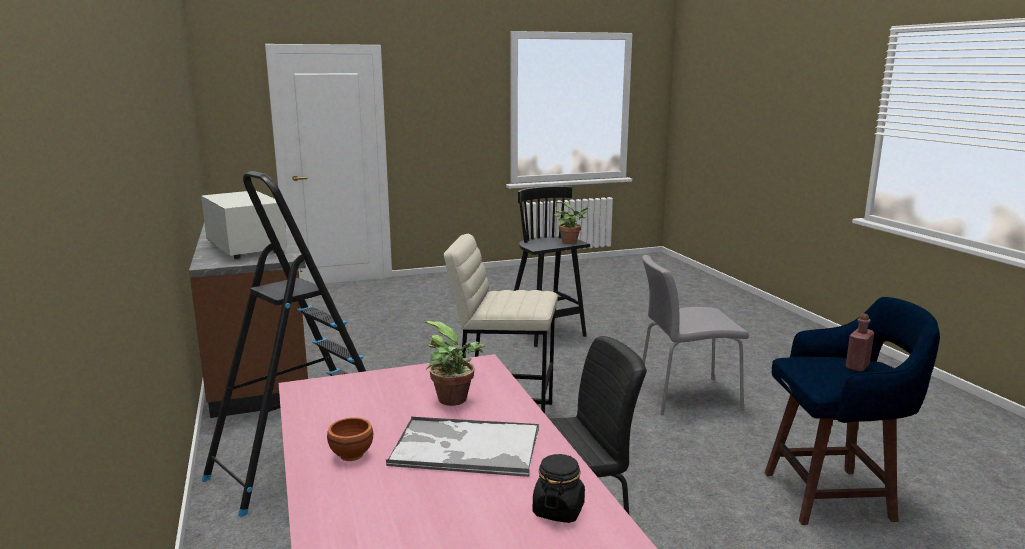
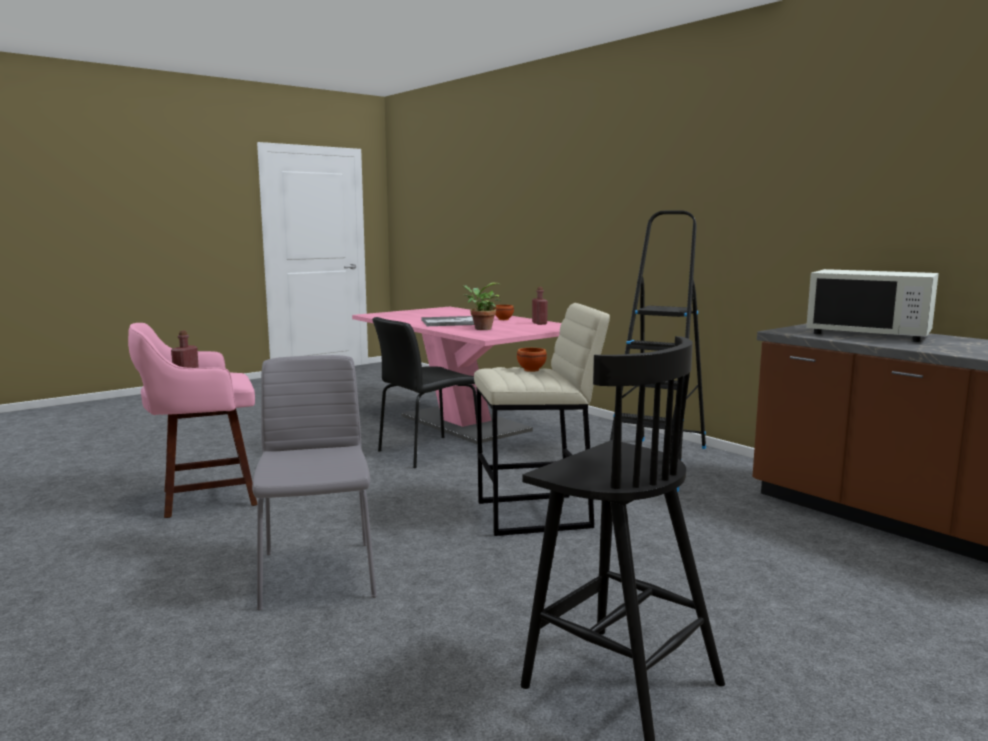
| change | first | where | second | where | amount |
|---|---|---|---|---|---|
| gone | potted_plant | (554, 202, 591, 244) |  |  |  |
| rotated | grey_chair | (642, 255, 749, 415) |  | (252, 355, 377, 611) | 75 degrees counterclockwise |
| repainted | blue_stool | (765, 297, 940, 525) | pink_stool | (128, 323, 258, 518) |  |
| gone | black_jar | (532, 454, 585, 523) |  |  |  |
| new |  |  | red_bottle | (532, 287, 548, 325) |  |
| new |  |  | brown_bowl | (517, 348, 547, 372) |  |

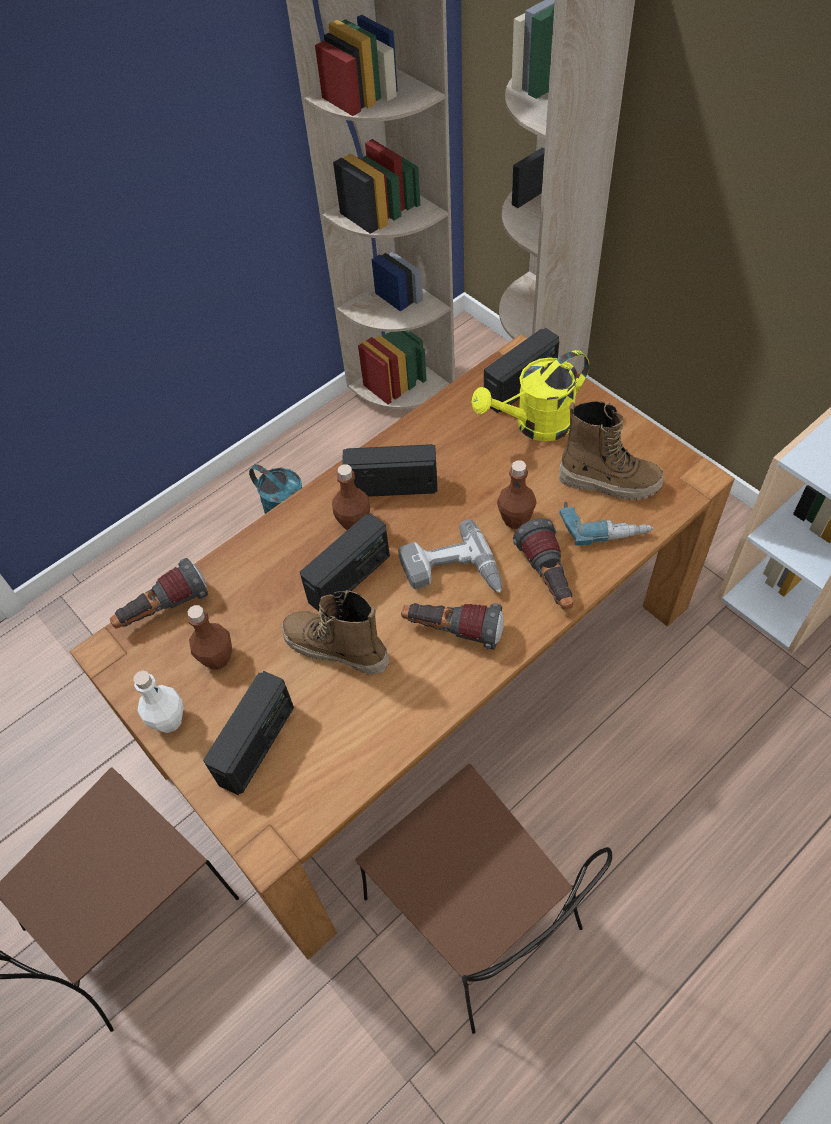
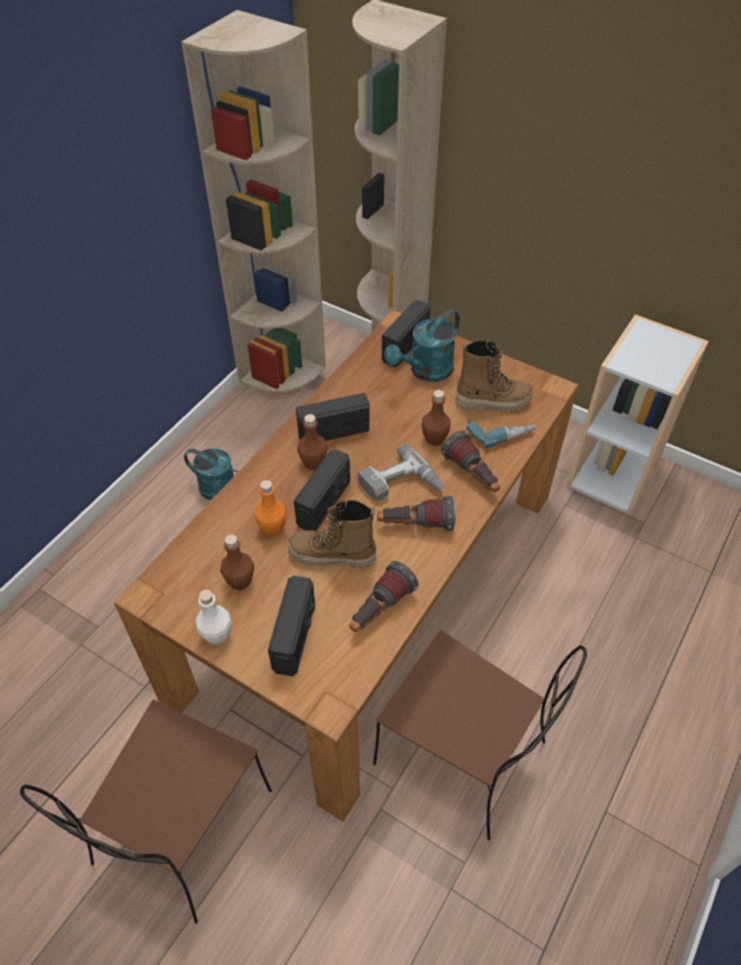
| change | first | where | second | where | amount |
|---|---|---|---|---|---|
| repainted | yellow_watering_can | (471, 350, 589, 442) | turquoise_watering_can | (384, 310, 460, 382) |  |
| shifted | flashlight | (110, 558, 208, 628) |  | (349, 561, 418, 632) |  |
| new |  |  | orange_bottle | (255, 480, 286, 536) |  |

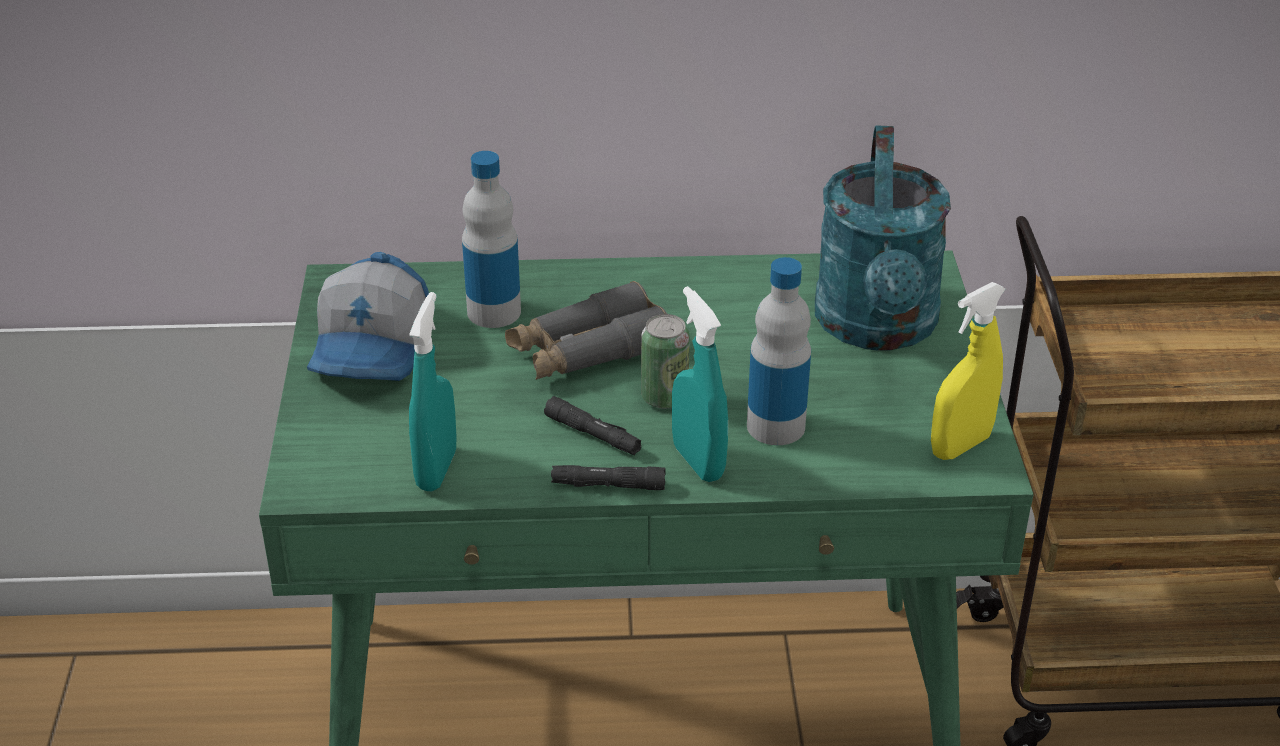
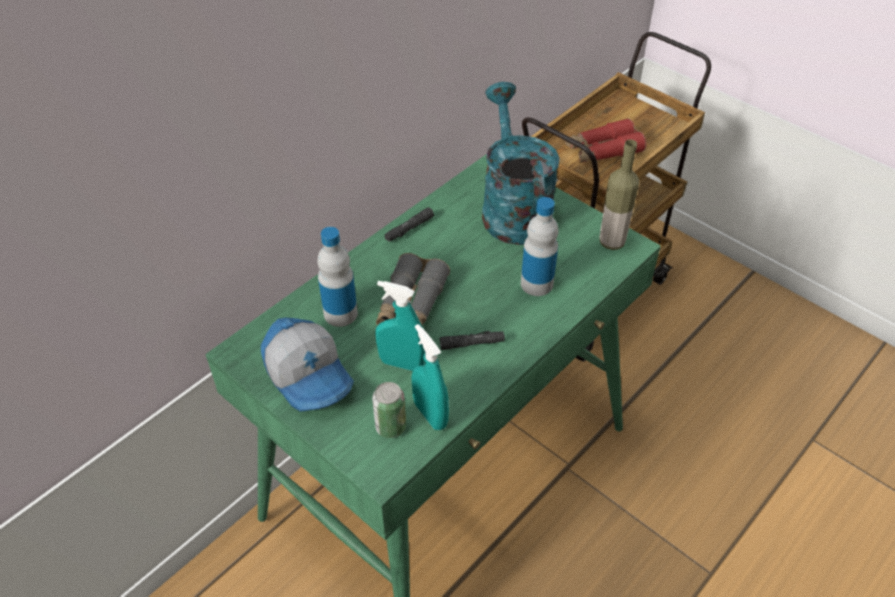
| change | first | where | second | where | amount |
|---|---|---|---|---|---|
| rotated | turquoise_watering_can | (815, 125, 951, 351) |  | (482, 82, 560, 245) | 150 degrees counterclockwise |
| swapped | yellow_spray_bottle | (931, 282, 1006, 460) | bottle | (599, 139, 639, 250) |  |
| shifted | turquoise_spray_bottle | (672, 286, 728, 482) |  | (375, 281, 425, 371) |  |
| shifted | can | (641, 314, 690, 409) |  | (372, 382, 406, 438) |  |
| shifted | black_flashlight | (551, 465, 666, 490) |  | (384, 207, 434, 242) |  |
| new |  |  | red_binoculars | (565, 118, 646, 163) |  |

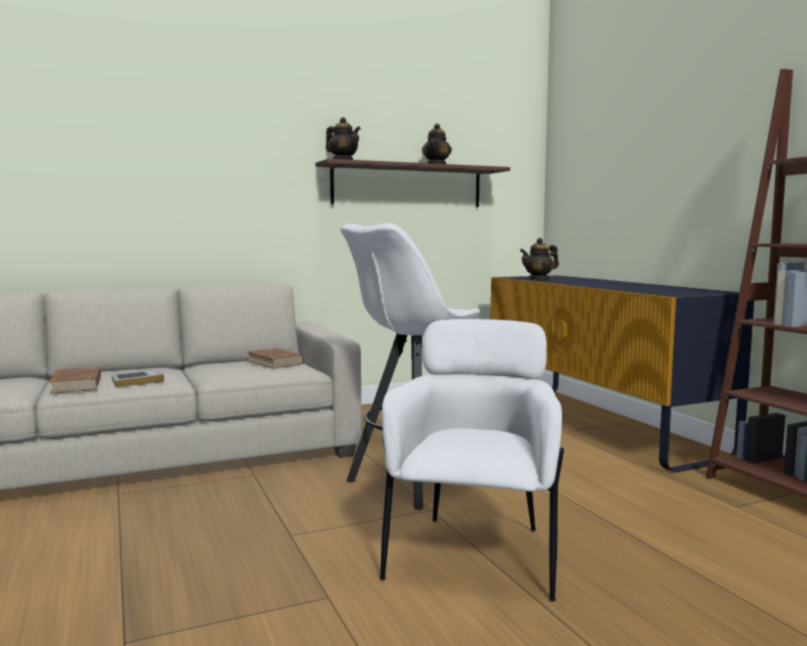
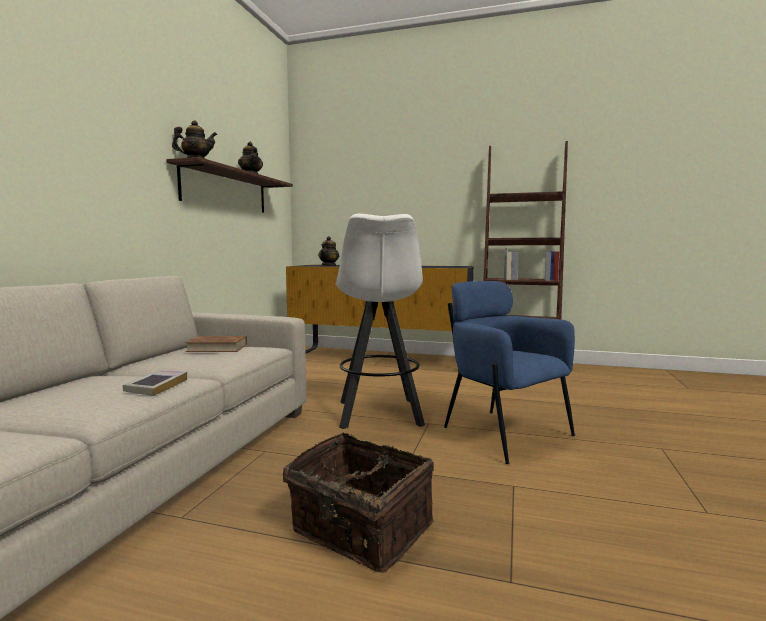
| change | first | where | second | where | amount |
|---|---|---|---|---|---|
| repainted | white_armchair | (379, 319, 564, 601) | blue_armchair | (444, 281, 575, 464) |  |
| gone | brown_book | (49, 367, 101, 393) |  |  |  |
| new |  |  | basket | (283, 433, 434, 573) |  |

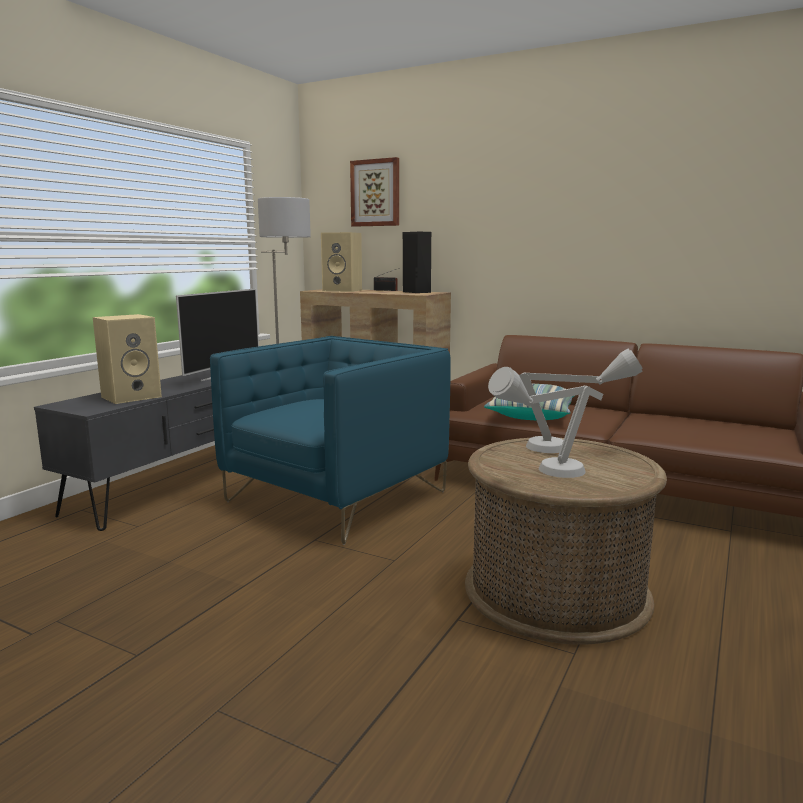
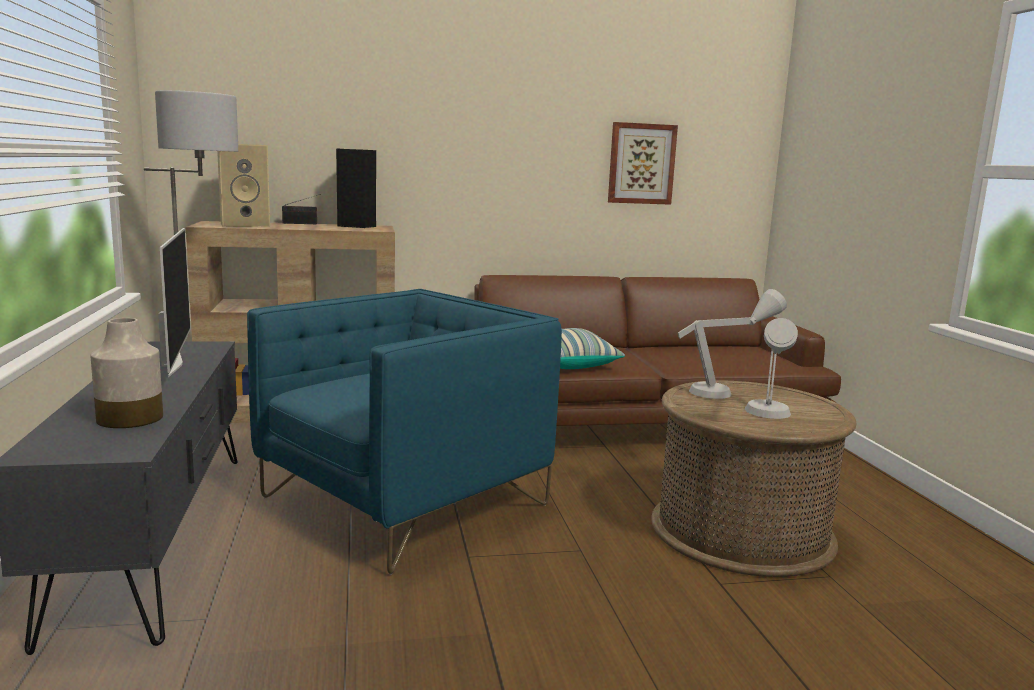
| change | first | where | second | where | amount |
|---|---|---|---|---|---|
| shifted | picture | (350, 157, 399, 227) |  | (608, 122, 678, 205) |  |
| swapped | beige_speaker | (93, 314, 162, 404) | beige_vase | (90, 318, 163, 428) |  |
| rotated | blue_armchair | (210, 336, 451, 545) |  | (247, 289, 562, 575) | 45 degrees clockwise |

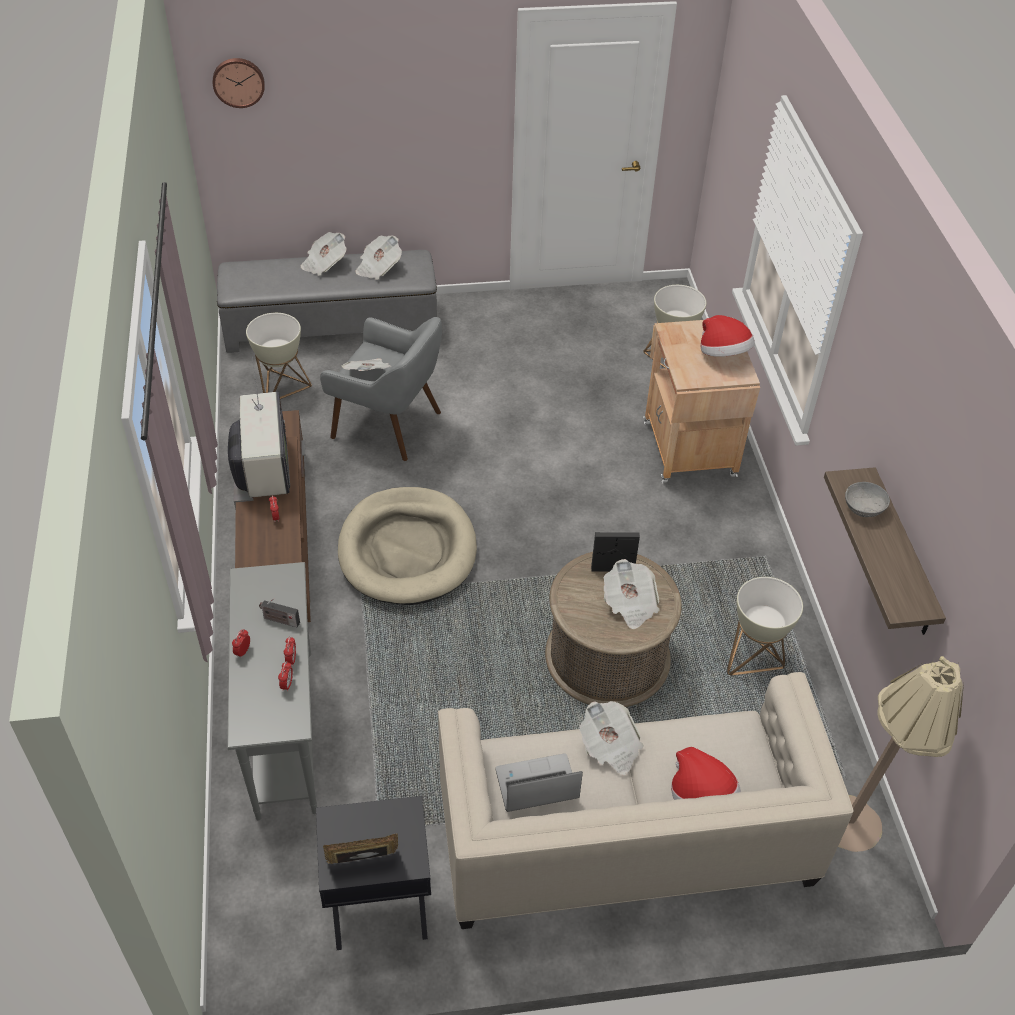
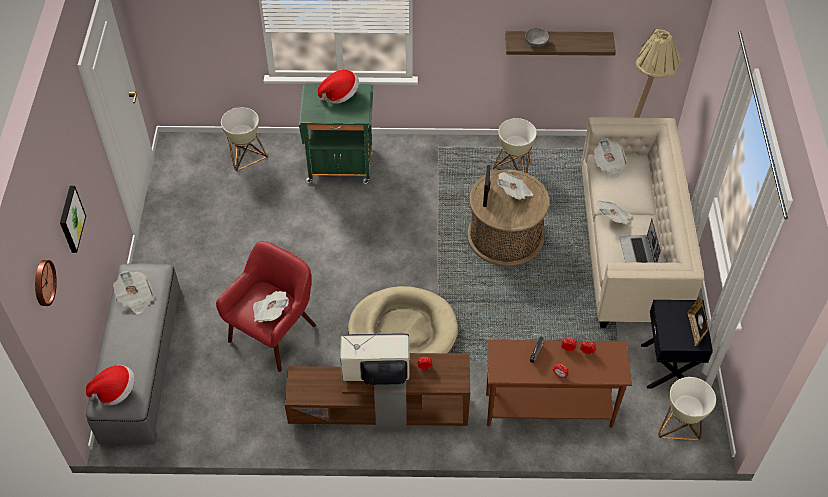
| change | first | where | second | where | amount |
|---|---|---|---|---|---|
| shifted | newspaper | (301, 232, 346, 276) |  | (594, 139, 628, 179) |  |
| shifted | planter | (246, 313, 312, 399) |  | (658, 377, 716, 440) |  |
| repainted | grey_armchair | (320, 317, 442, 461) | red_armchair | (216, 241, 316, 372) |  |
| repainted | brown_cart | (643, 320, 760, 483) | green_cart | (299, 83, 373, 184) |  |
| repainted | grey_console_table | (227, 562, 317, 820) | brown_console_table | (486, 340, 632, 428) |  |
| shifted | hat | (671, 747, 741, 800) |  | (86, 365, 135, 406) |  |
| new |  |  | picture | (60, 186, 86, 253) |  |

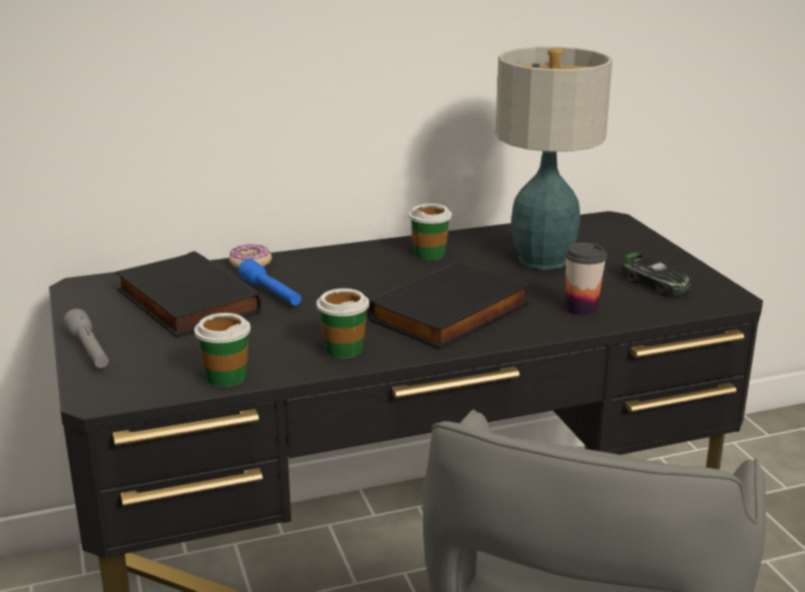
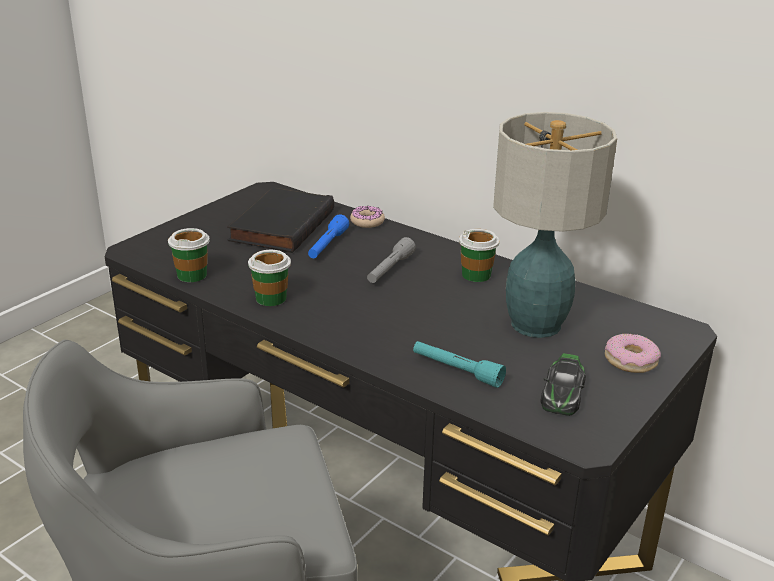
| change | first | where | second | where | amount |
|---|---|---|---|---|---|
| swapped | cup | (565, 242, 607, 316) | turquoise_flashlight | (413, 341, 506, 388) |  |
| gone | black_book | (368, 260, 530, 349) |  |  |  |
| shifted | grey_flashlight | (63, 309, 109, 368) |  | (367, 237, 416, 283) |  |
| new |  |  | donut | (605, 334, 661, 373) |  |

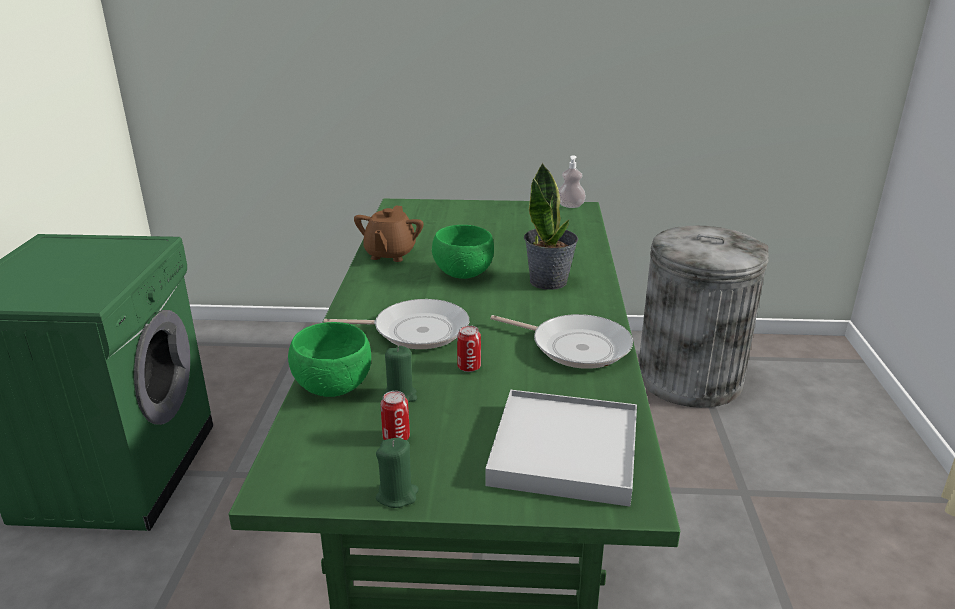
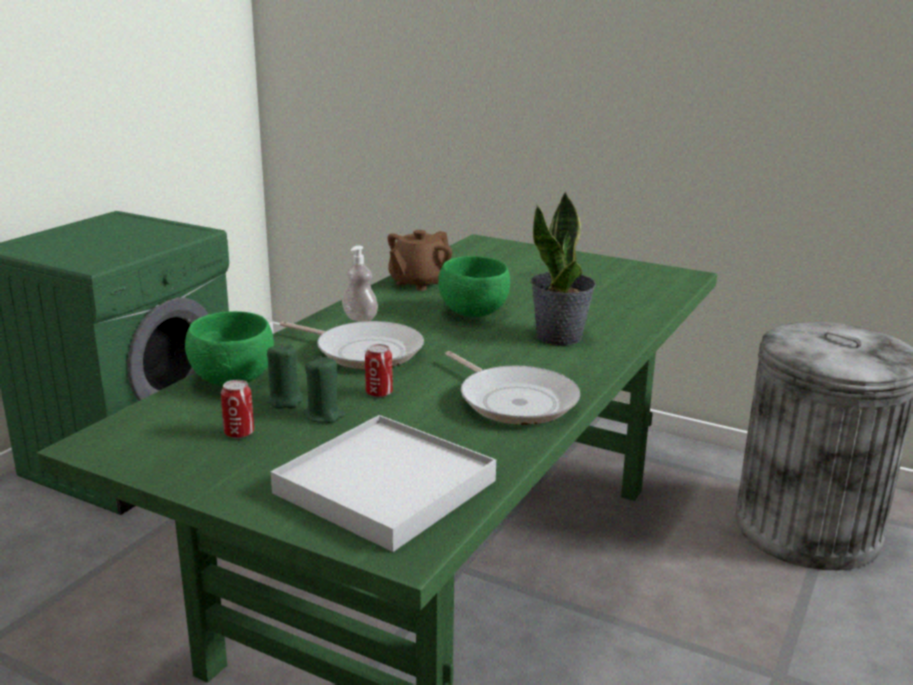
| change | first | where | second | where | amount |
|---|---|---|---|---|---|
| shifted | soap_dispenser | (558, 156, 586, 208) |  | (342, 246, 378, 322) |  |
| shifted | green_candle | (376, 438, 419, 508) |  | (304, 356, 345, 423) |  |

